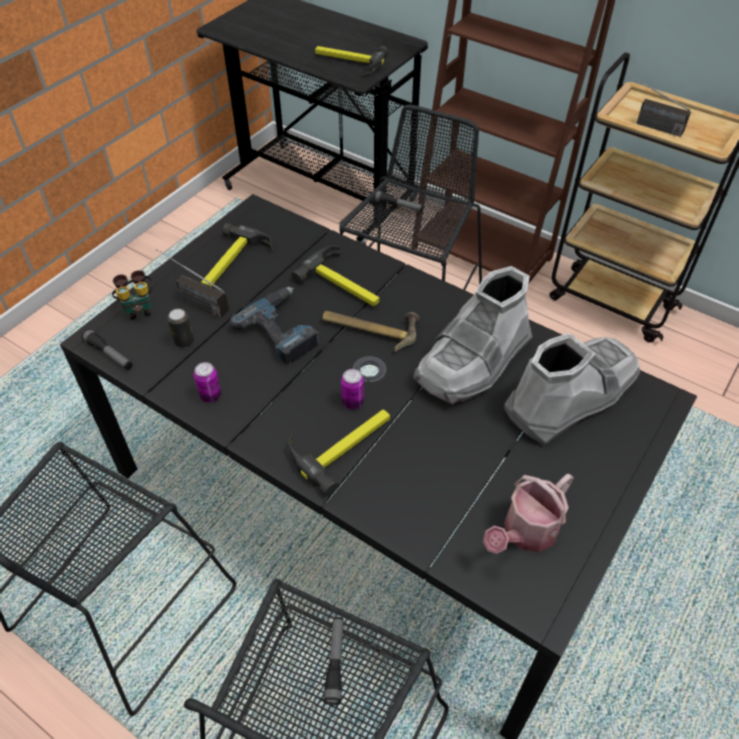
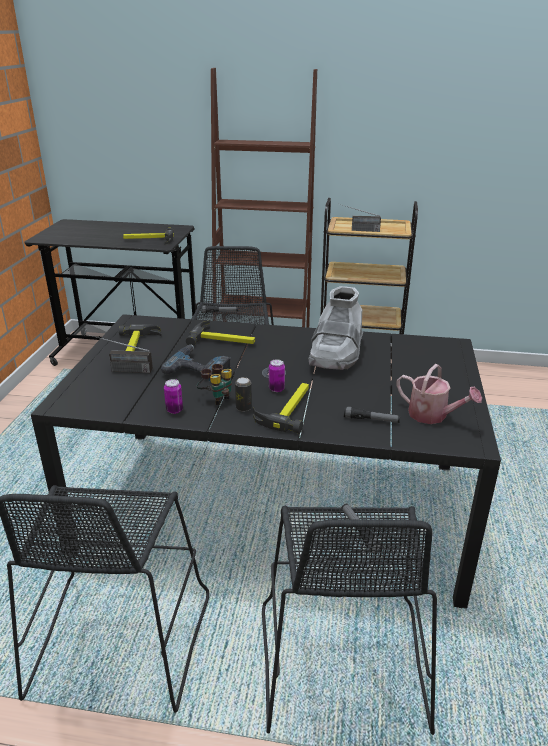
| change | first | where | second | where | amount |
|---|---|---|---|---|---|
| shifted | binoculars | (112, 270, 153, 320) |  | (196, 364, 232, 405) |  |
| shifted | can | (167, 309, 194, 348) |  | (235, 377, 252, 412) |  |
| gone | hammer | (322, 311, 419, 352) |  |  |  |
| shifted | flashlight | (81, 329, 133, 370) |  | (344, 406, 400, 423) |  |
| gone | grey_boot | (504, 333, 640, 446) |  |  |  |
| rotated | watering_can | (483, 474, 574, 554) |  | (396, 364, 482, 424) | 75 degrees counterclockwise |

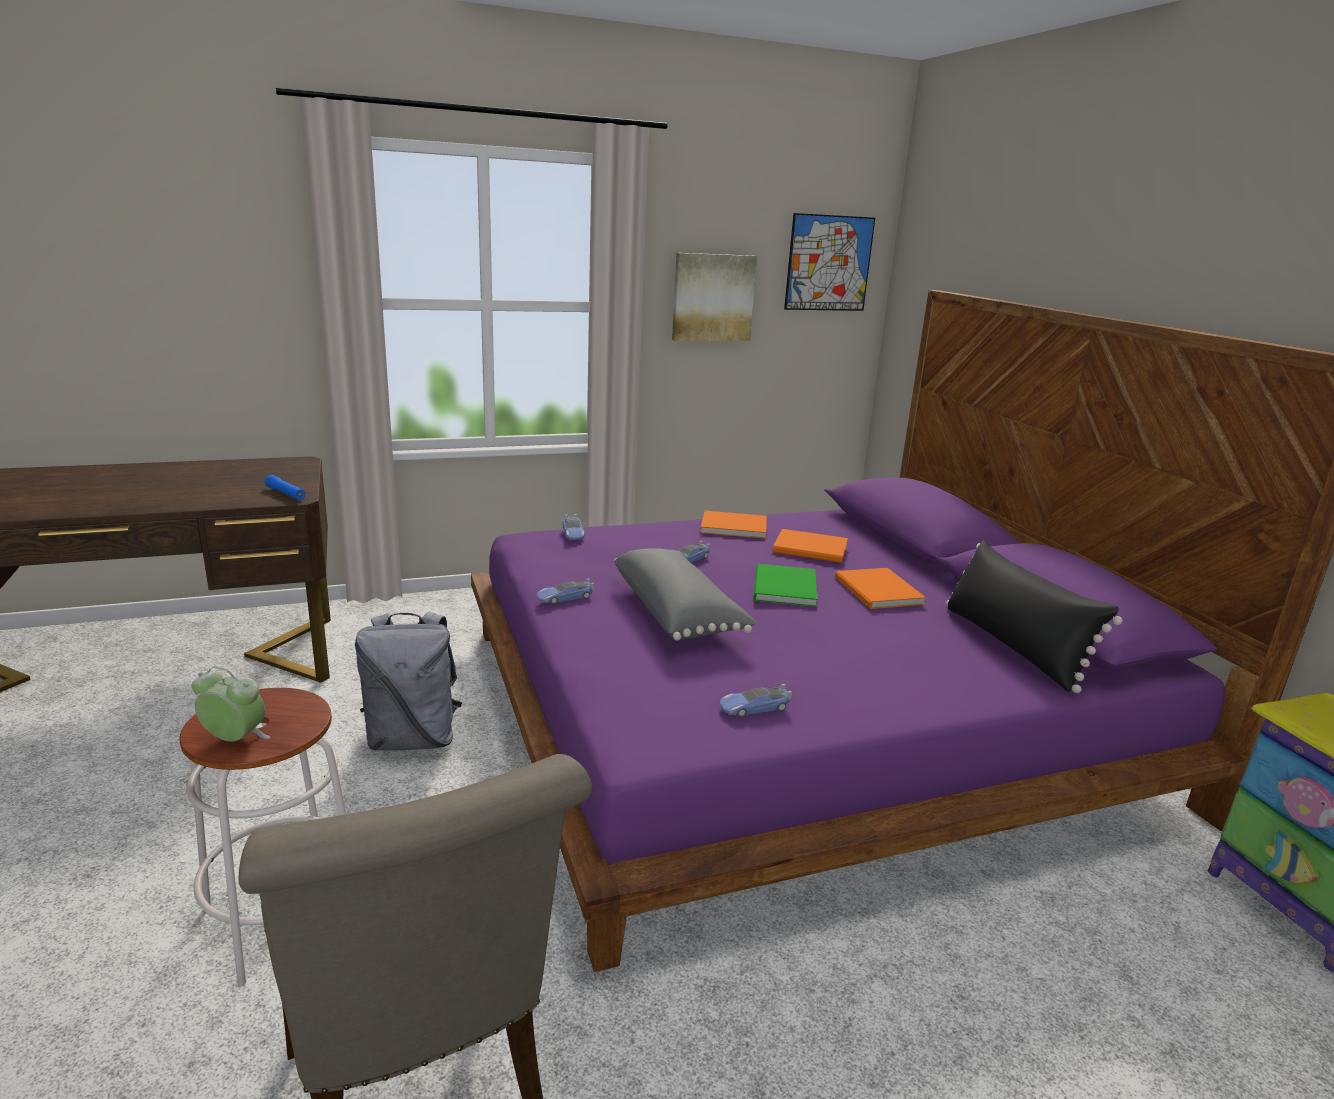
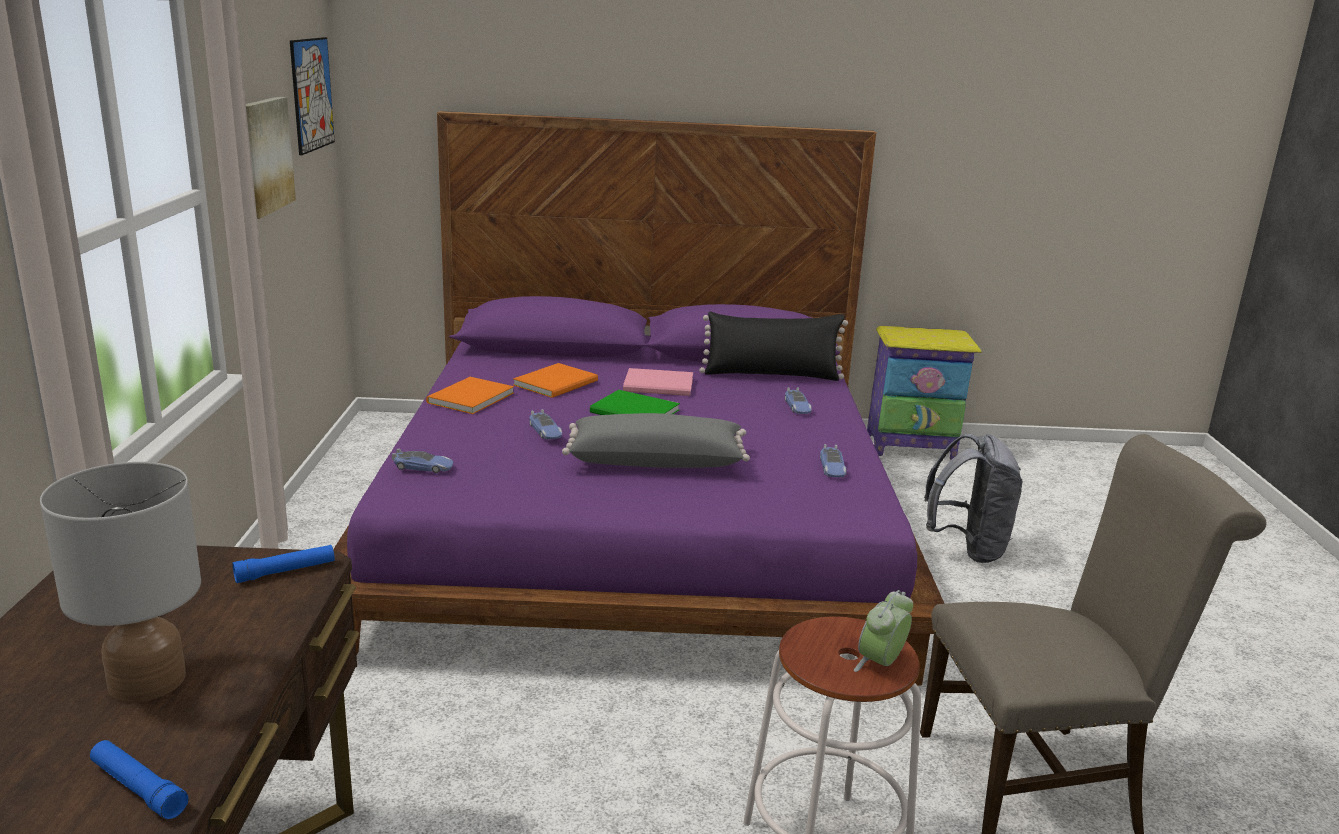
| change | first | where | second | where | amount |
|---|---|---|---|---|---|
| repainted | orange_book | (835, 568, 926, 609) | pink_book | (623, 368, 693, 396) |  |
| shifted | toy_car | (537, 578, 594, 604) |  | (785, 387, 812, 414) |  |
| shifted | grey_backpack | (355, 611, 462, 751) |  | (924, 434, 1022, 563) |  |
| new |  |  | grey_table_lamp | (40, 462, 201, 703) |  |
| new |  |  | blue_flashlight | (90, 740, 189, 820) |  |

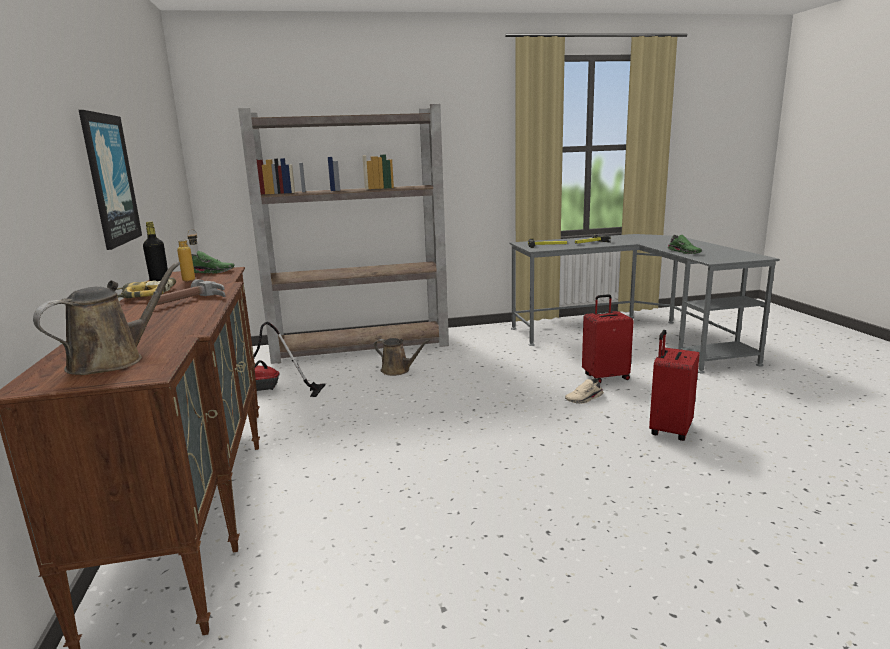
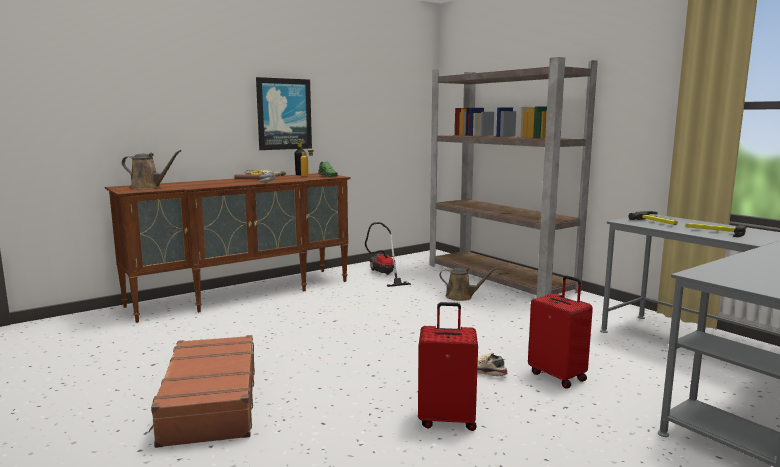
| change | first | where | second | where | amount |
|---|---|---|---|---|---|
| gone | green_shoe | (667, 235, 702, 254) |  |  |  |
| rotated | brown_watering_can | (374, 338, 430, 376) |  | (439, 267, 498, 301) | 75 degrees counterclockwise |
| new |  |  | brown_suitcase | (149, 335, 255, 448) |  |

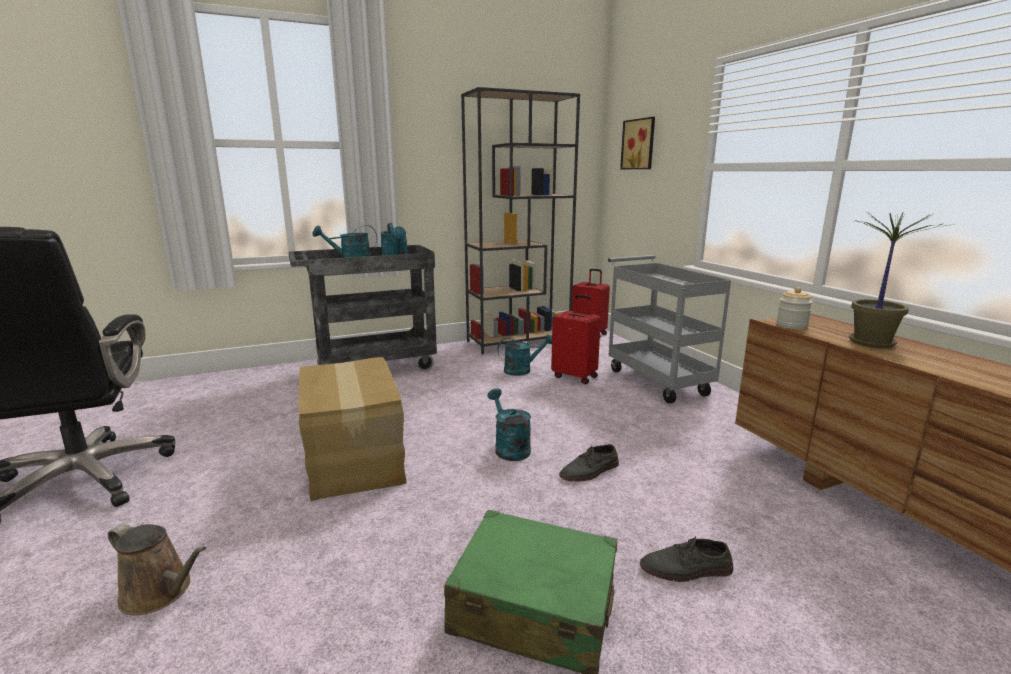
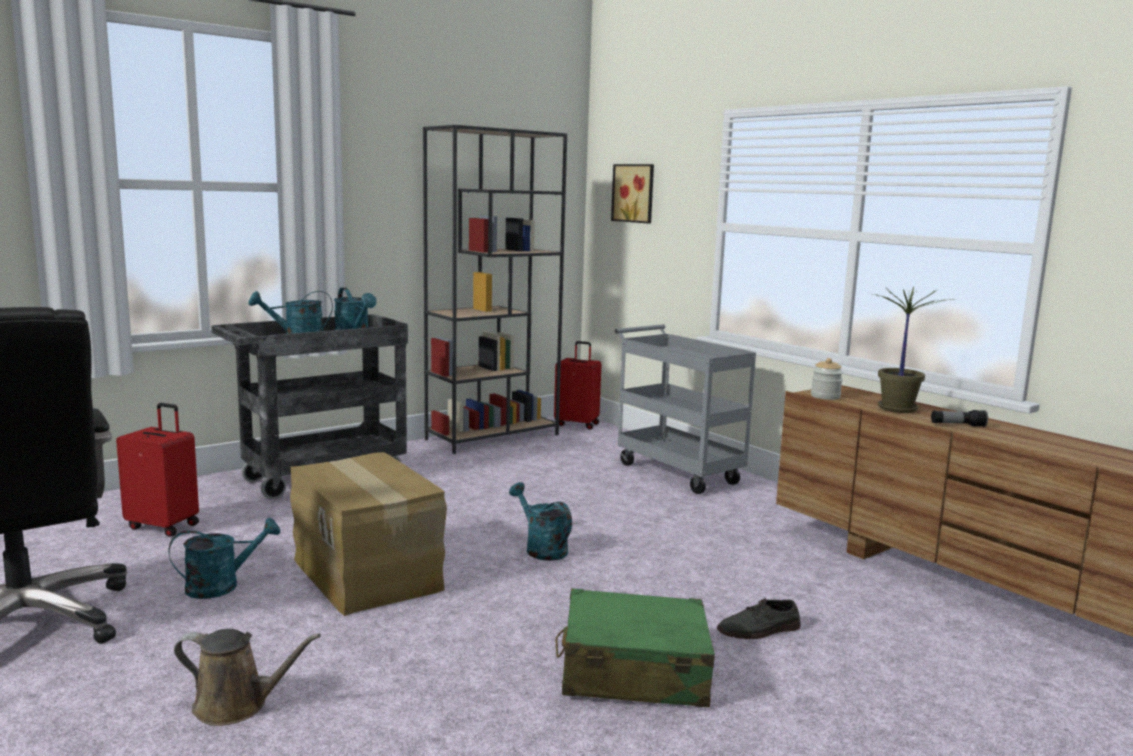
| change | first | where | second | where | amount |
|---|---|---|---|---|---|
| shifted | red_suitcase | (551, 295, 601, 384) |  | (116, 403, 199, 537) |  |
| shifted | turquoise_watering_can | (497, 334, 552, 376) |  | (168, 518, 280, 599) |  |
| gone | grey_shoe | (559, 444, 619, 482) |  |  |  |
| new |  |  | flashlight | (931, 410, 988, 427) |  |

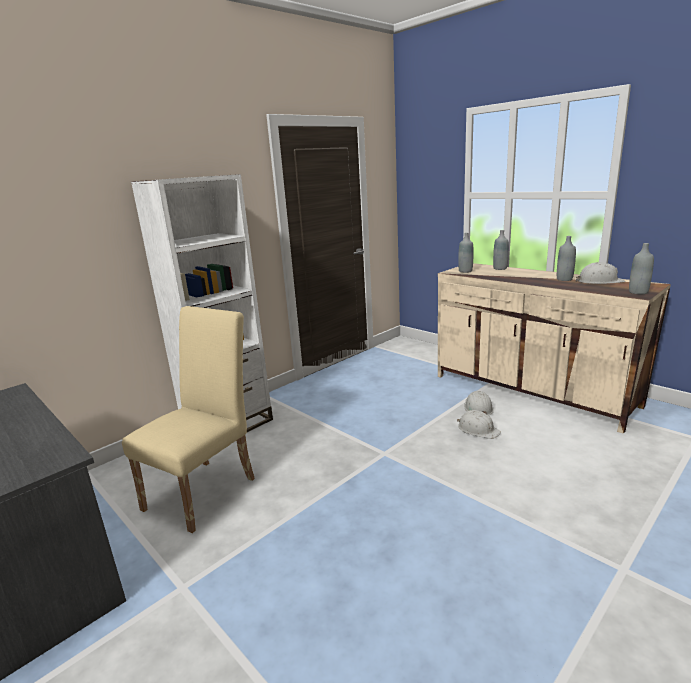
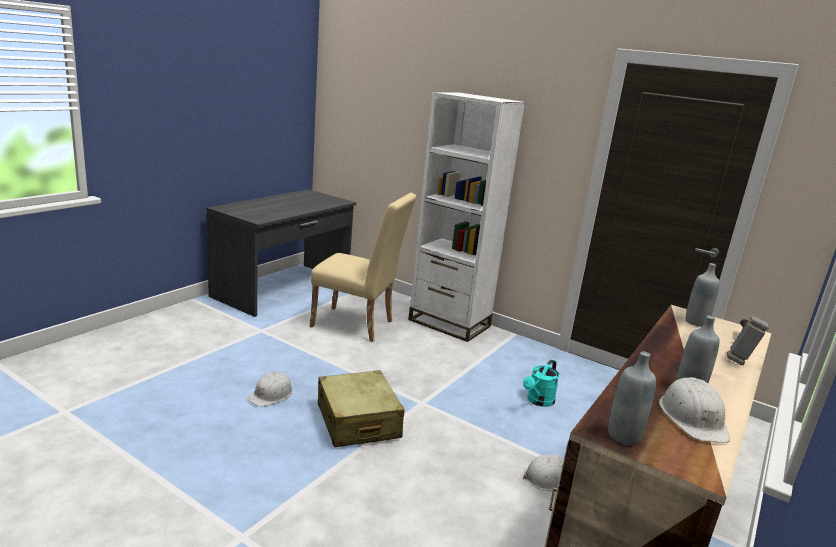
| change | first | where | second | where | amount |
|---|---|---|---|---|---|
| swapped | grey_bottle | (493, 230, 509, 270) | hammer | (727, 316, 769, 365) |  |
| shifted | white_hard_hat | (457, 410, 501, 439) |  | (247, 371, 293, 407) |  |
| new |  |  | turquoise_watering_can | (523, 359, 560, 407) |  |
| new |  |  | beige_suitcase | (318, 370, 405, 447) |  |

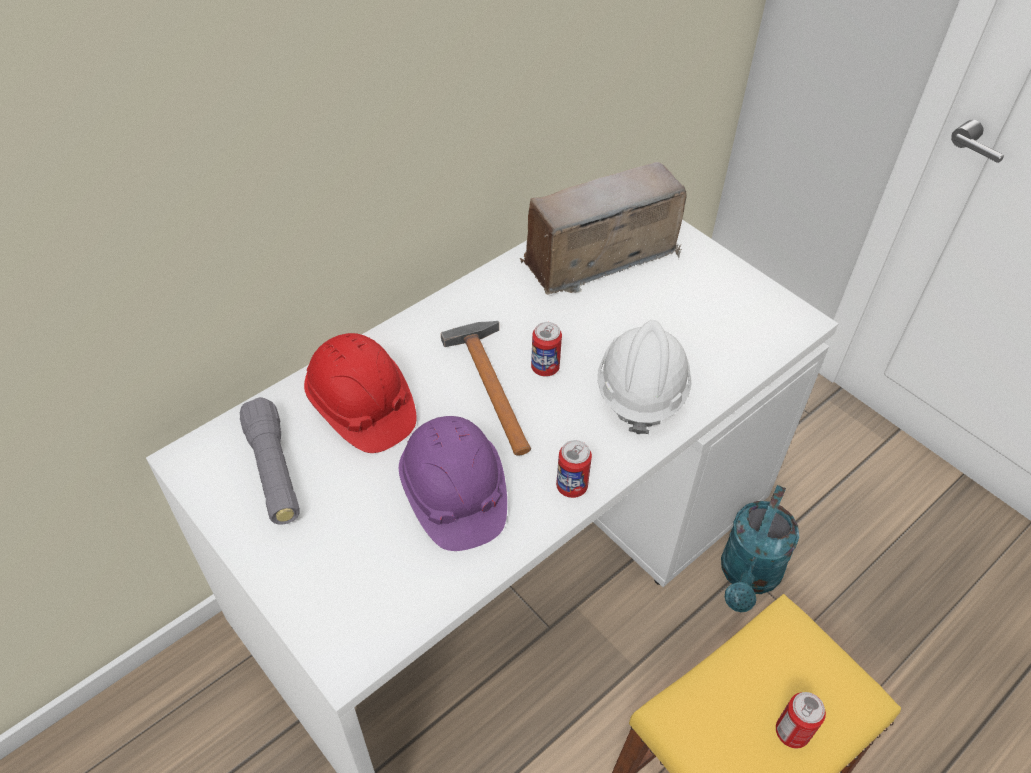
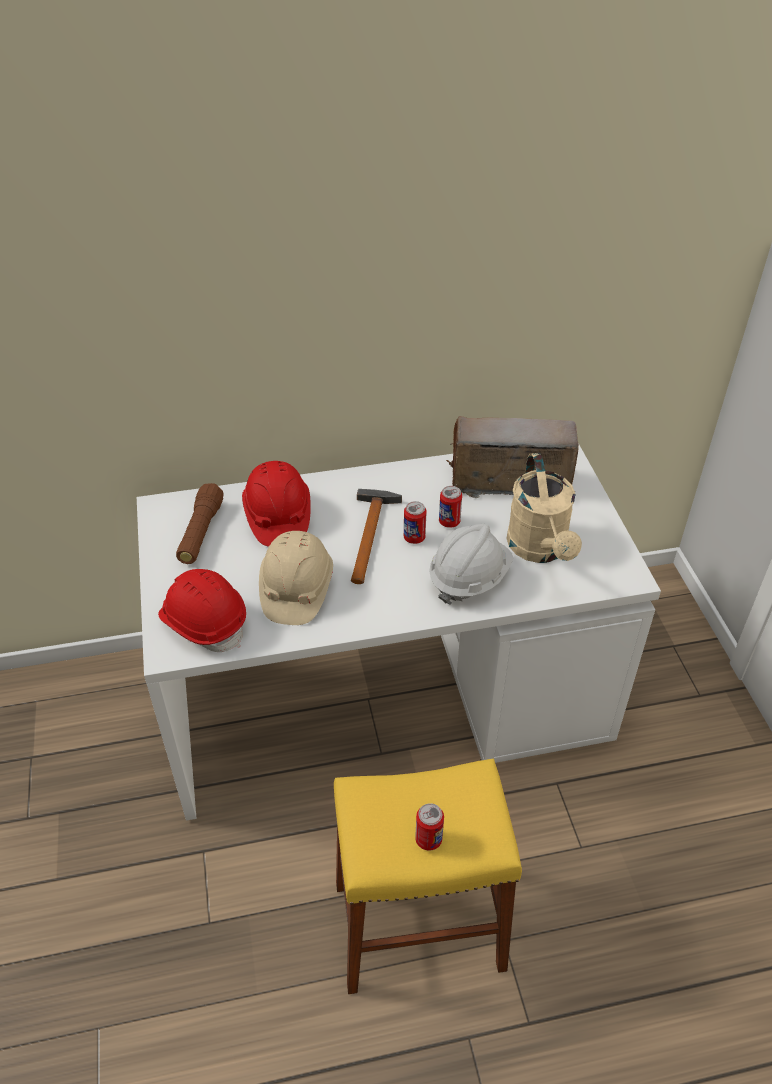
| change | first | where | second | where | amount |
|---|---|---|---|---|---|
| repainted | grey_flashlight | (240, 397, 300, 525) | brown_flashlight | (176, 483, 224, 564) |  |
| repainted | purple_hard_hat | (399, 416, 507, 551) | beige_hard_hat | (259, 531, 333, 625) |  |
| shifted | can | (556, 440, 592, 498) |  | (439, 486, 462, 528) |  |
| gone | turquoise_watering_can | (721, 485, 799, 612) |  |  |  |
| new |  |  | beige_watering_can | (506, 453, 582, 563) |  |
| new |  |  | red_hard_hat | (158, 569, 246, 652) |  |

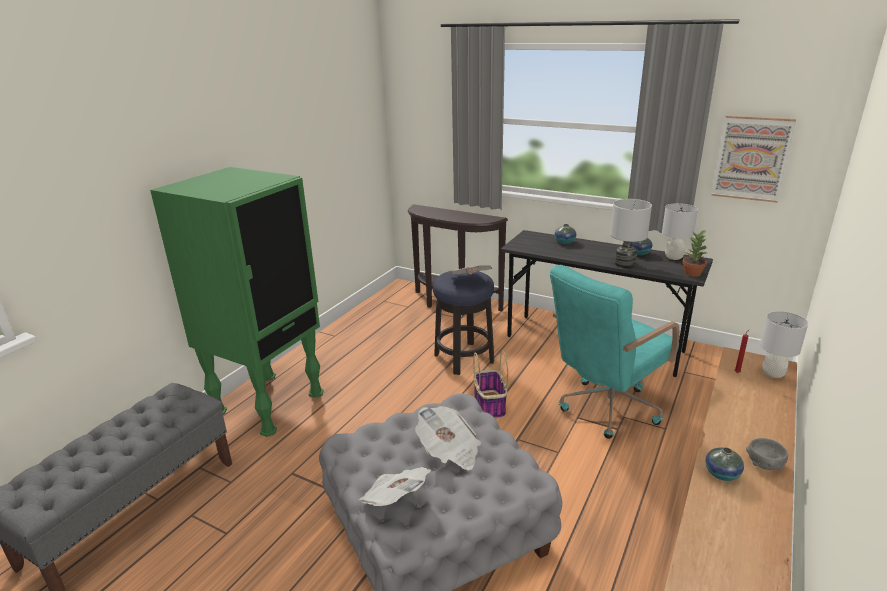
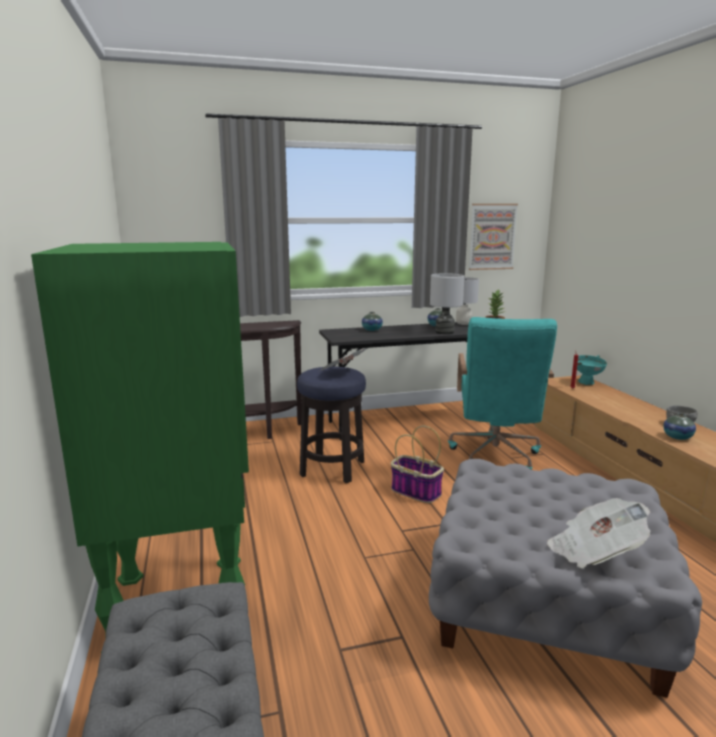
| change | first | where | second | where | amount |
|---|---|---|---|---|---|
| swapped | grey_table_lamp | (760, 311, 808, 378) | turquoise_bowl | (577, 355, 607, 385) |  |
| gone | newspaper | (415, 406, 481, 470) |  |  |  |

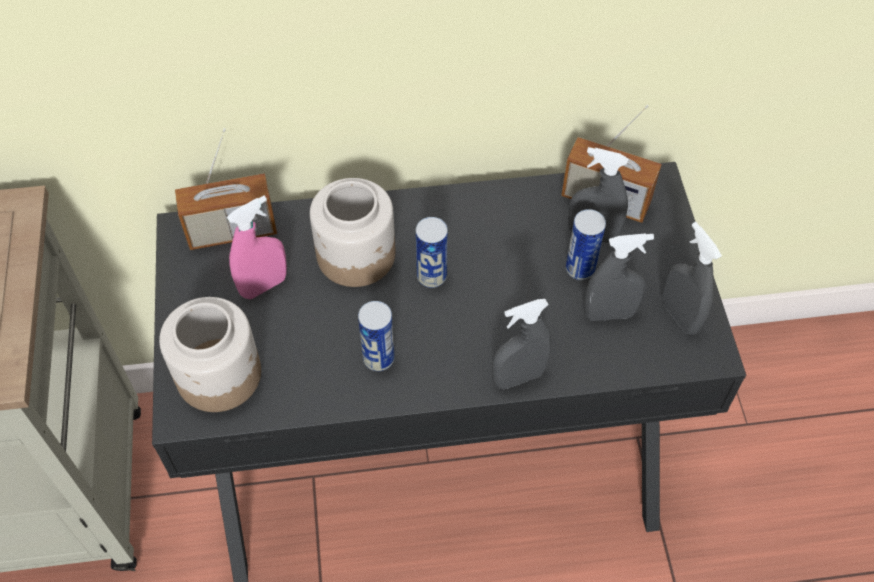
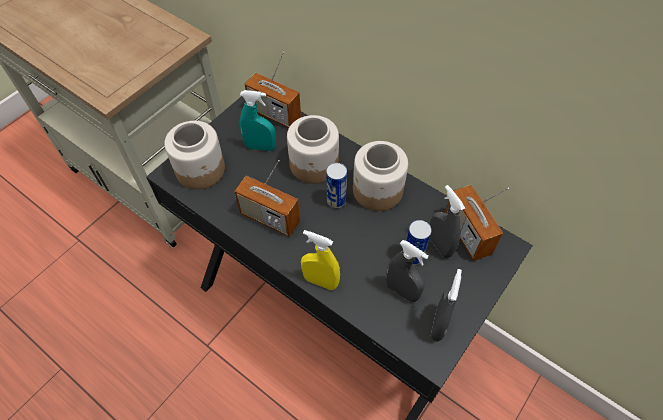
| change | first | where | second | where | amount |
|---|---|---|---|---|---|
| repainted | pink_spray_bottle | (227, 196, 287, 299) | turquoise_spray_bottle | (240, 90, 276, 151) |  |
| repainted | grey_spray_bottle | (492, 299, 552, 389) | yellow_spray_bottle | (301, 230, 340, 290) |  |
| swapped | can | (358, 301, 395, 371) | radio | (234, 160, 300, 237) |  |
| new |  |  | jar | (353, 141, 408, 211) |  |

